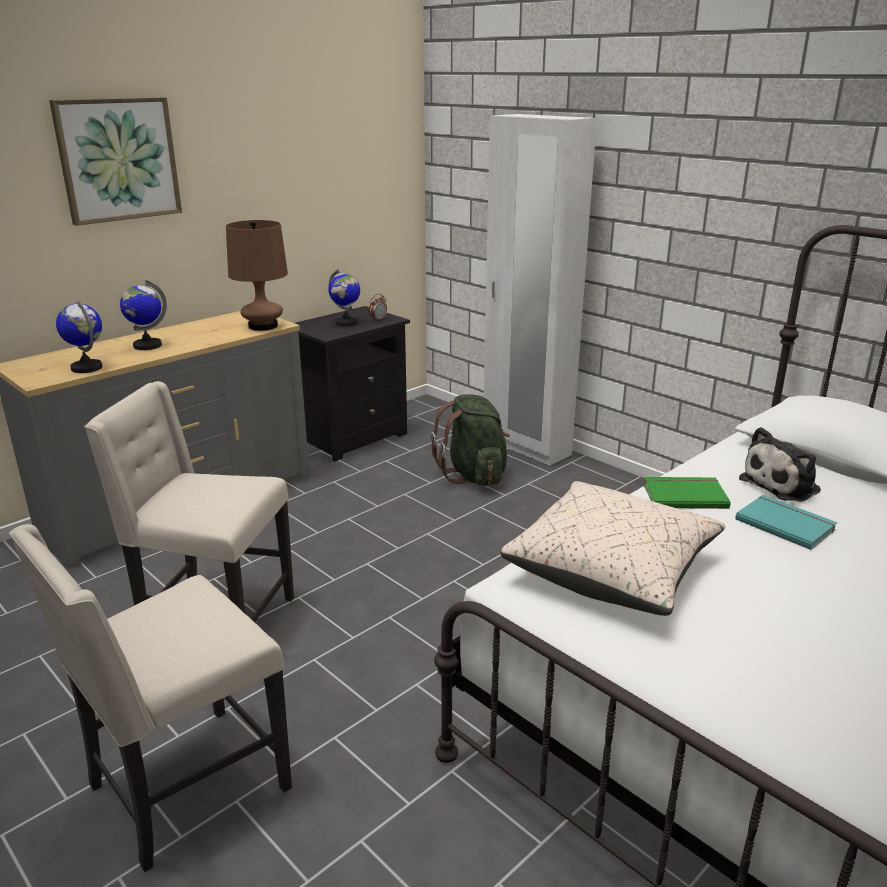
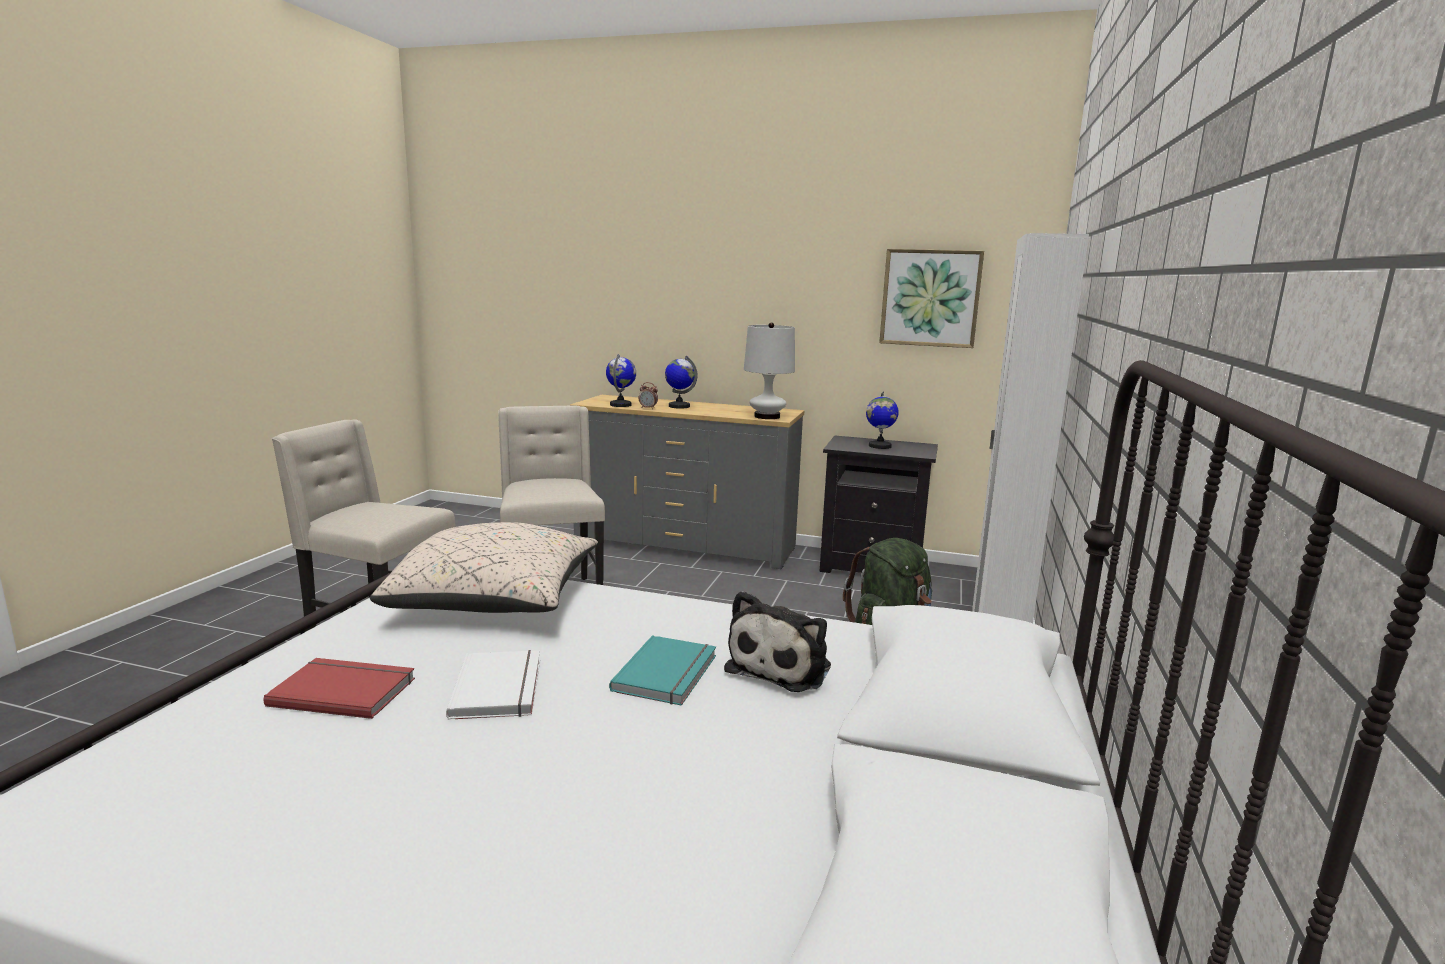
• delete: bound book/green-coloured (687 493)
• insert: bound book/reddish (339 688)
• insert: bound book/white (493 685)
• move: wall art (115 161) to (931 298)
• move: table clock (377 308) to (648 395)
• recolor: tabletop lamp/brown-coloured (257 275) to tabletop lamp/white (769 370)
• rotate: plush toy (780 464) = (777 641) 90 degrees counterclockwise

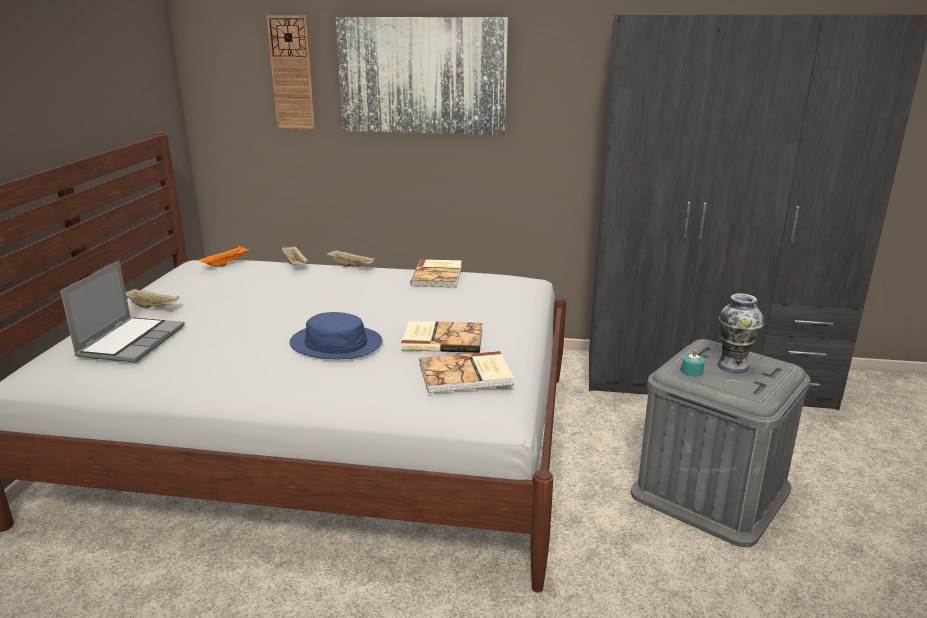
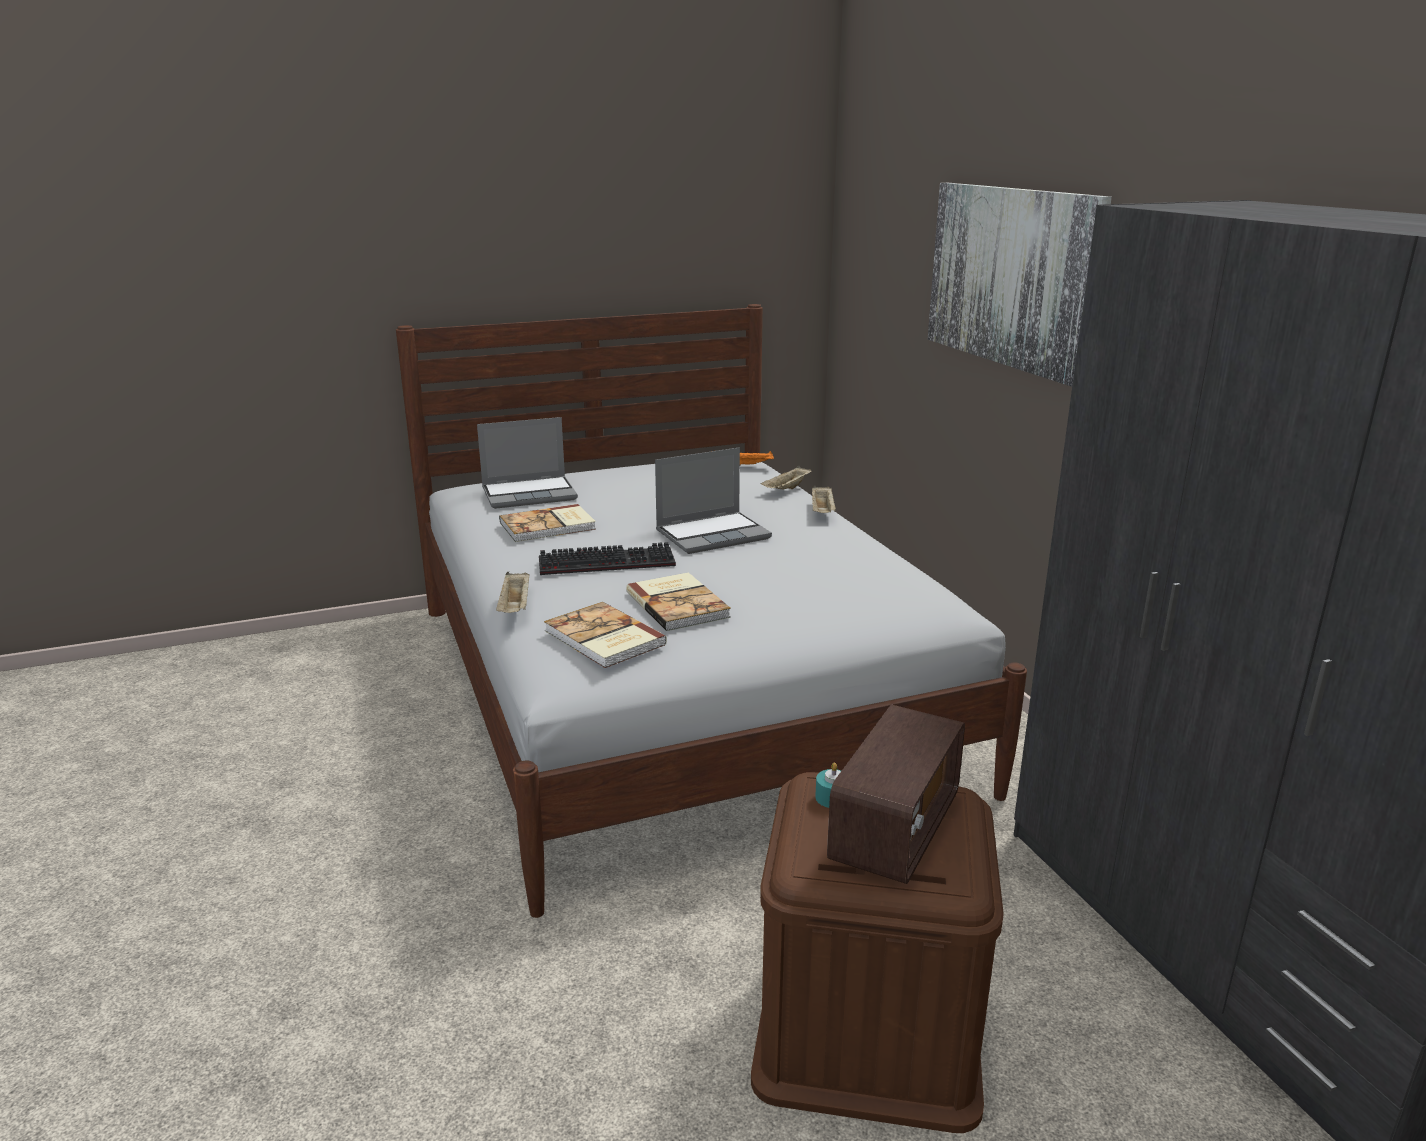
• delete: hanging clock (291 72)
• insert: portable computer (713 500)
• move: serving tray/beige-coloured (153 299) to (513 592)
• move: bound book (436 273) to (547 523)
• replace: hat/bluish (335 335) to PC keyboard (607 558)
• replace: decorative vase (740 333) to radio receiver (896 794)
• recolor: storage box/grey (721 443) to storage box/brown-coloured (877 952)

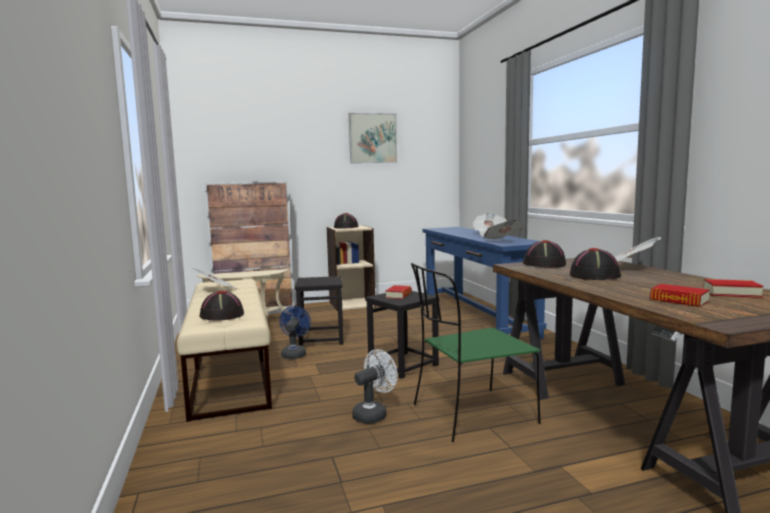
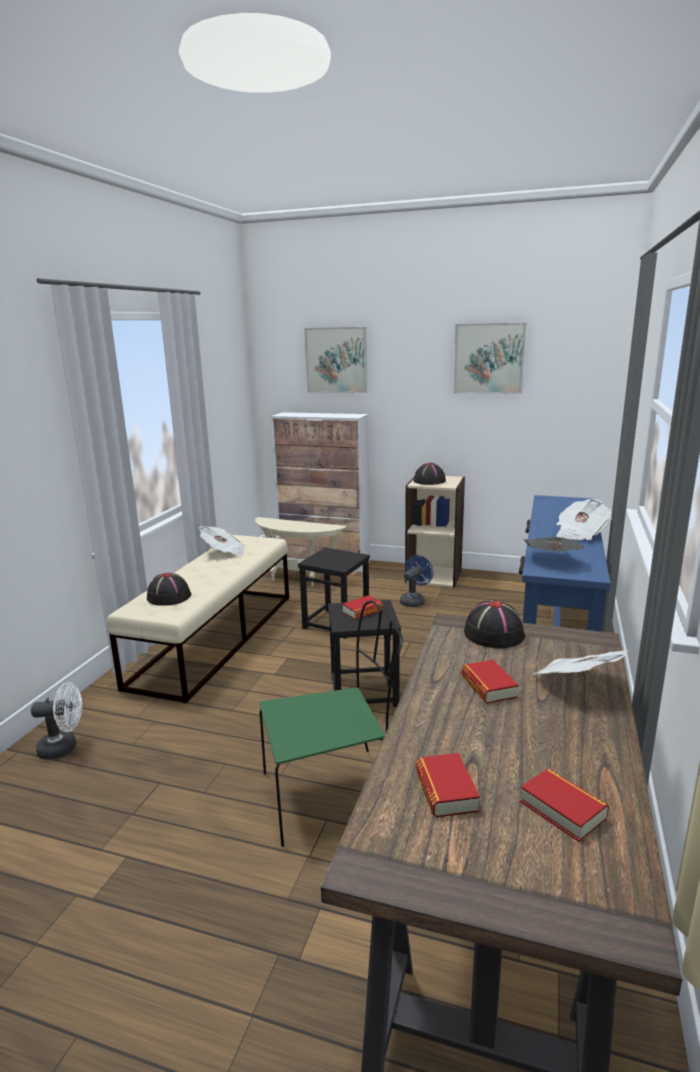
• insert: wall art (335 360)
• move: cooling fan/bluish (295 332) to (416 581)
• move: cooling fan/white (375 386) to (56 721)
• replace: hat/black-coloured (595 264) to bound book (490 681)
• rotate: plain chair/green-coloured (476 352) = (331 723) 150 degrees clockwise

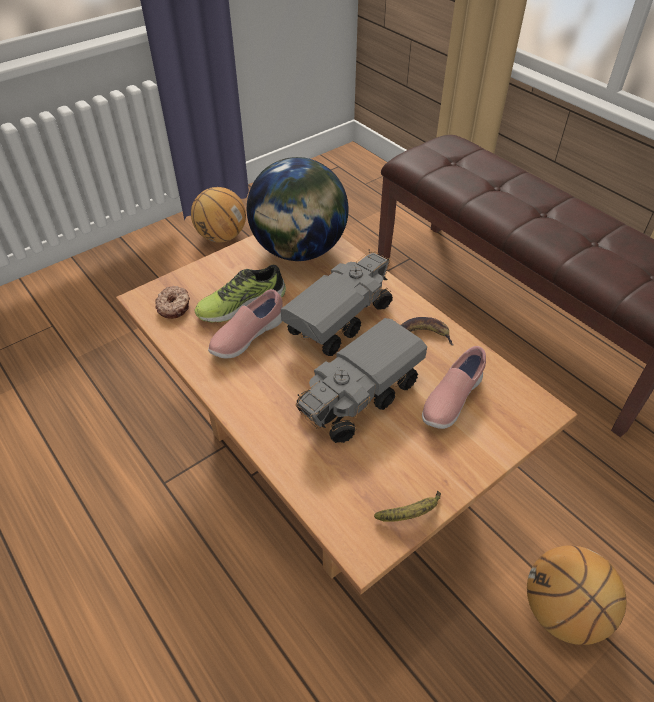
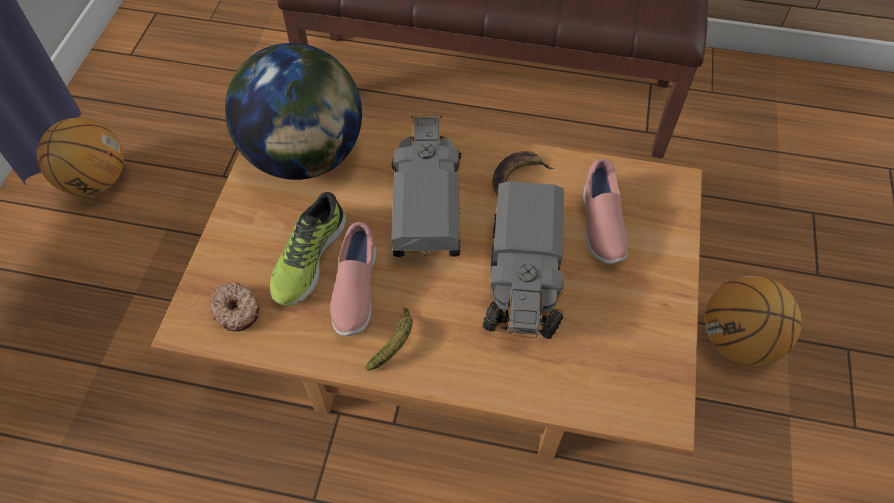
• move: whole banana (407 506) to (389 339)

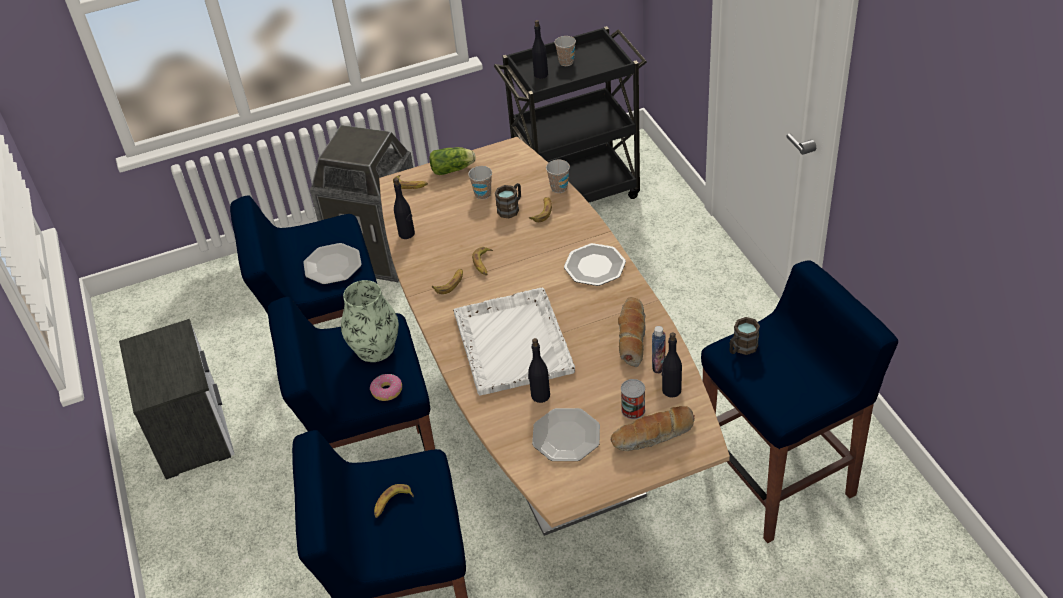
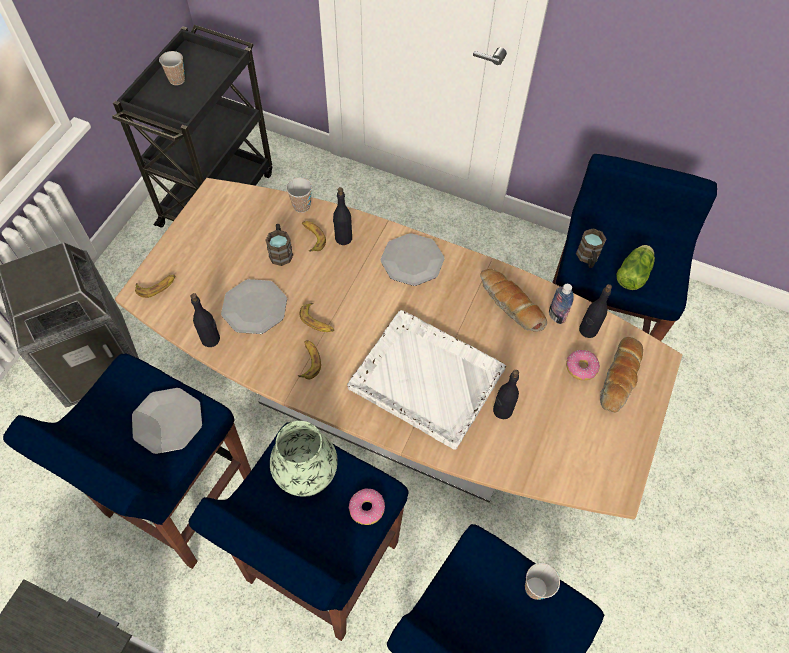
• delete: whole banana (394 501)
• move: lettuce head (452 161) to (635 267)
• move: drinking cup (480 182) to (542 581)
• move: beverage bottle/black-coloured (540 49) to (342 216)
• move: dinner plate (566 434) to (254 306)
• replace: sealed can (633 399) to ring doughnut (583 365)

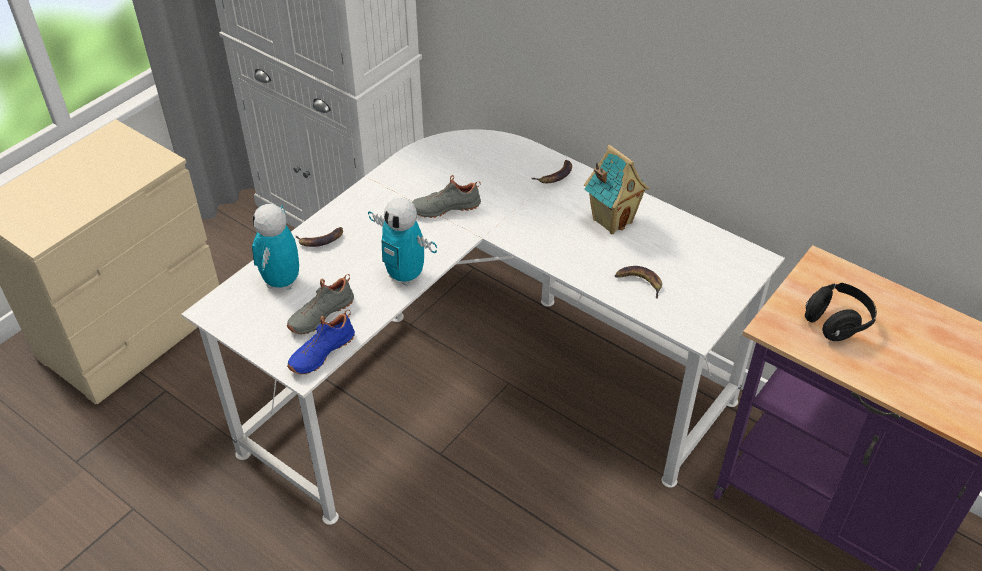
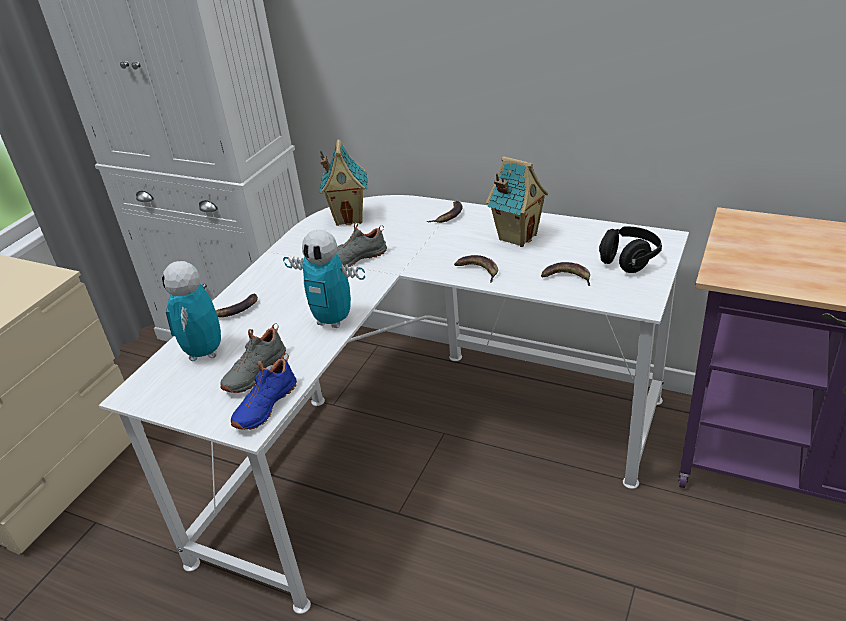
• insert: toy house (344 182)
• insert: whole banana (476 269)
• move: pair of headphones/black-coloured (841 312) to (630 249)

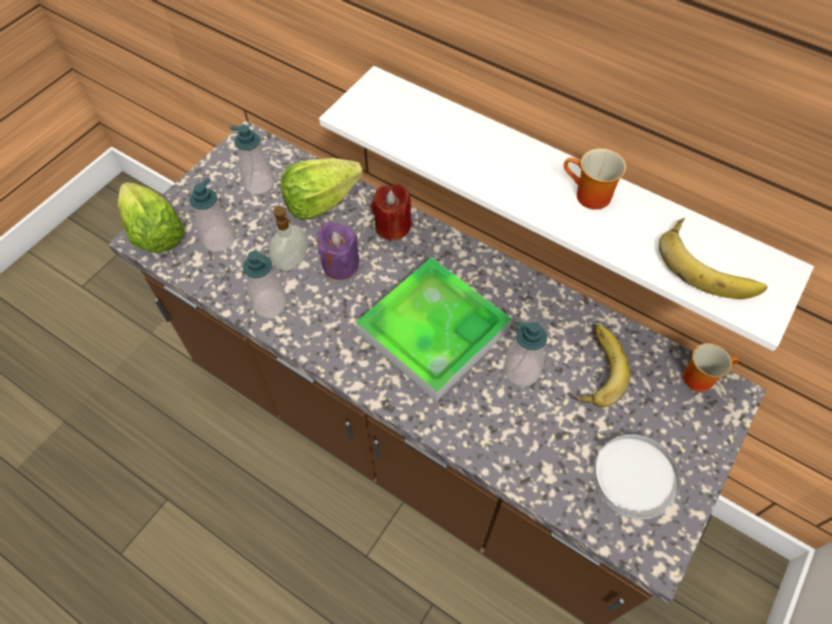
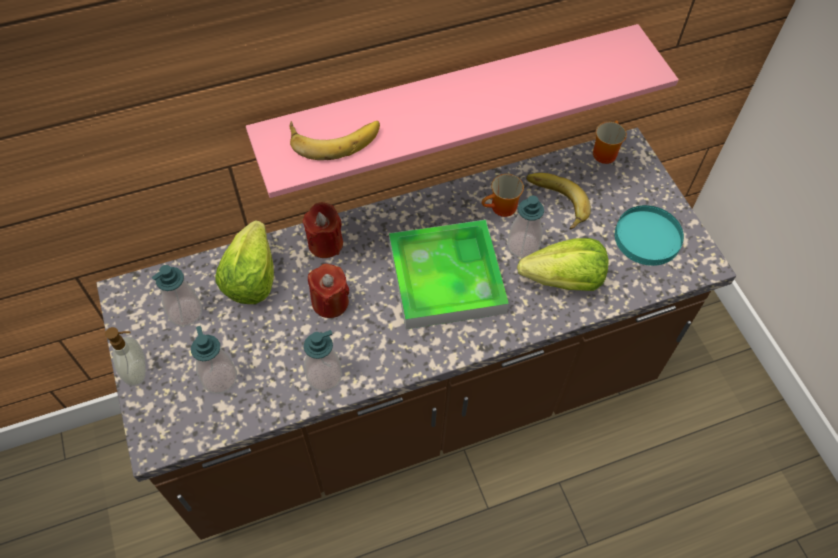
• move: lettuce head (151 217) to (562 264)
• move: liquid soap bottle (288 238) to (125 356)
• move: coffee mug (595 179) to (503 195)
• move: whole banana (713 258) to (334 140)
• recolor: candle/purple-coloured (338 251) to candle/reddish (328 291)
• recolor: wall shelf/white (566 208) to wall shelf/pink-coloured (462 111)
• recolor: dinner plate/white (637 476) to dinner plate/blue-green (649 235)

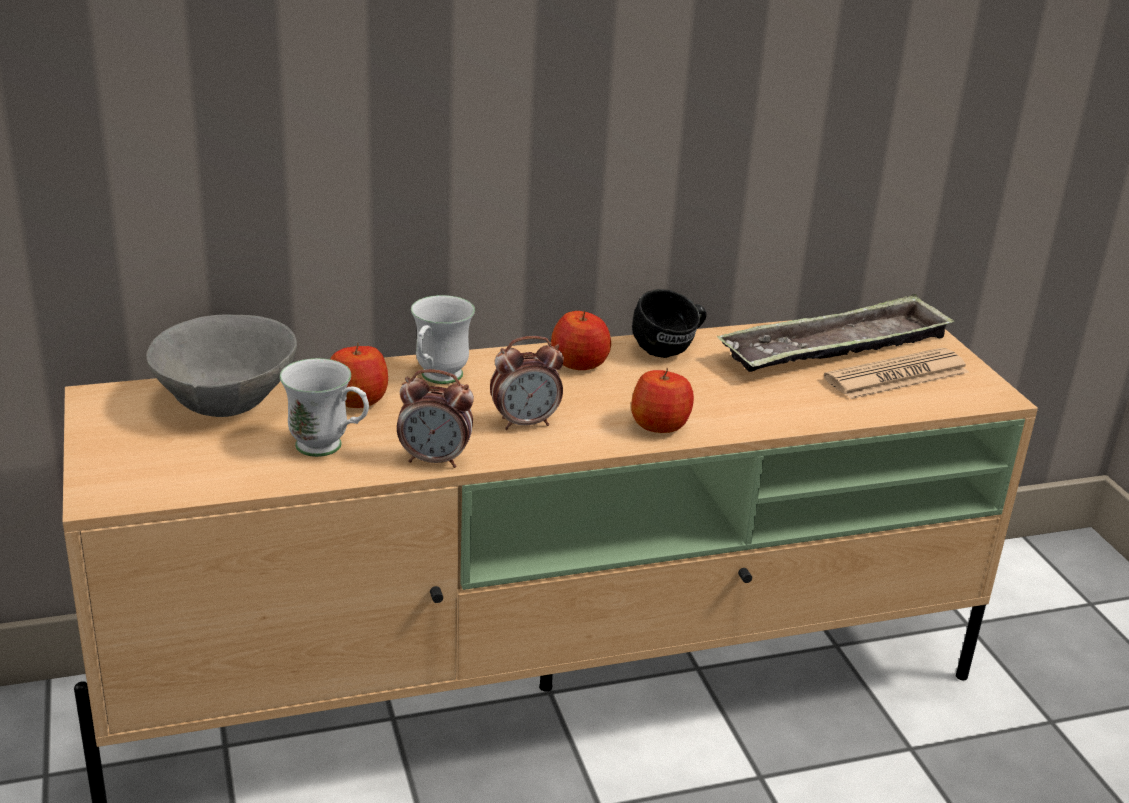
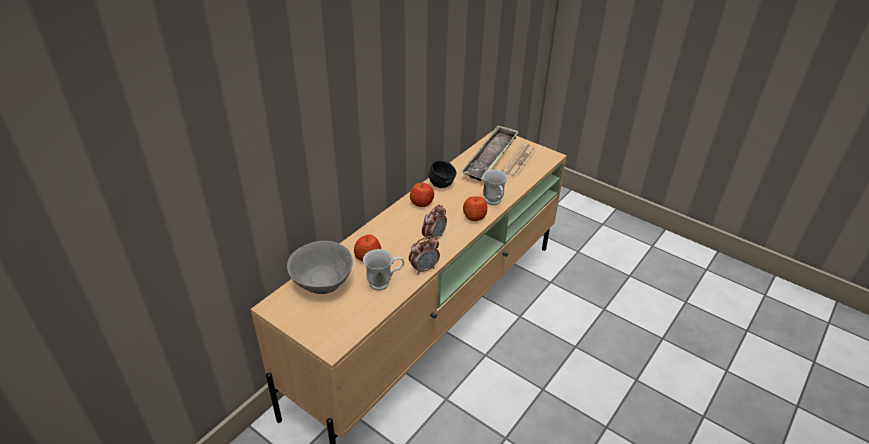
• move: coffee mug/white (443 339) to (495 187)

